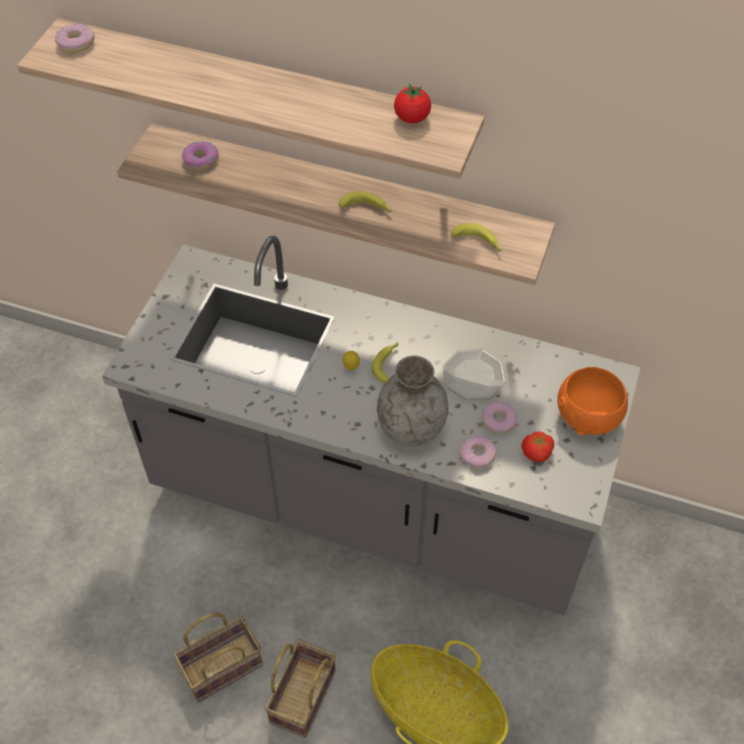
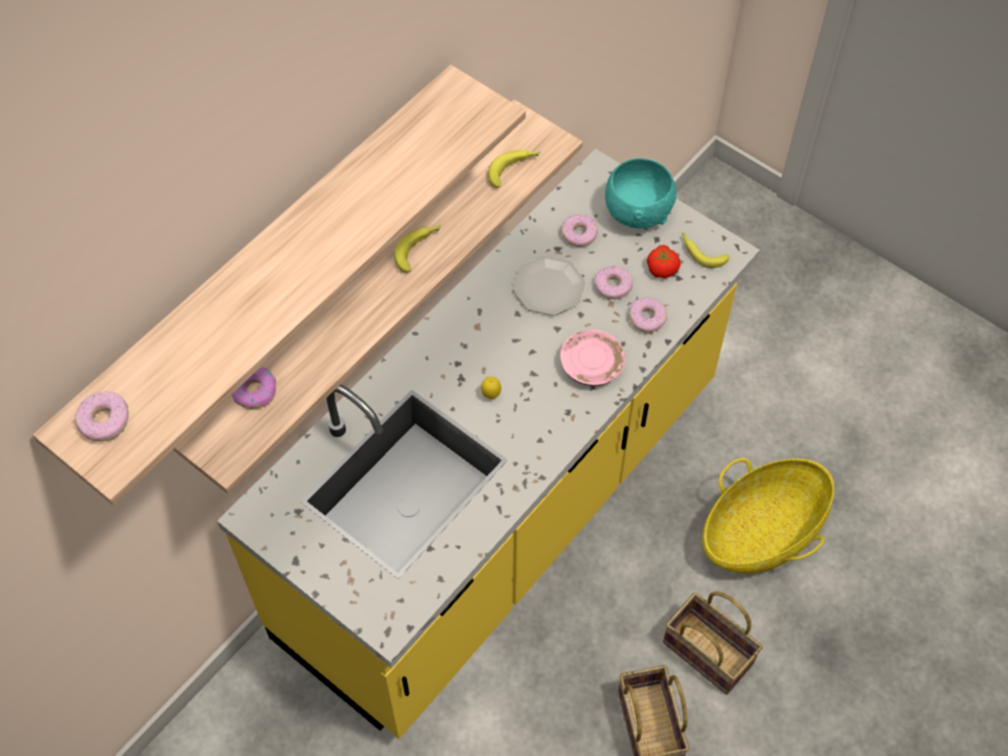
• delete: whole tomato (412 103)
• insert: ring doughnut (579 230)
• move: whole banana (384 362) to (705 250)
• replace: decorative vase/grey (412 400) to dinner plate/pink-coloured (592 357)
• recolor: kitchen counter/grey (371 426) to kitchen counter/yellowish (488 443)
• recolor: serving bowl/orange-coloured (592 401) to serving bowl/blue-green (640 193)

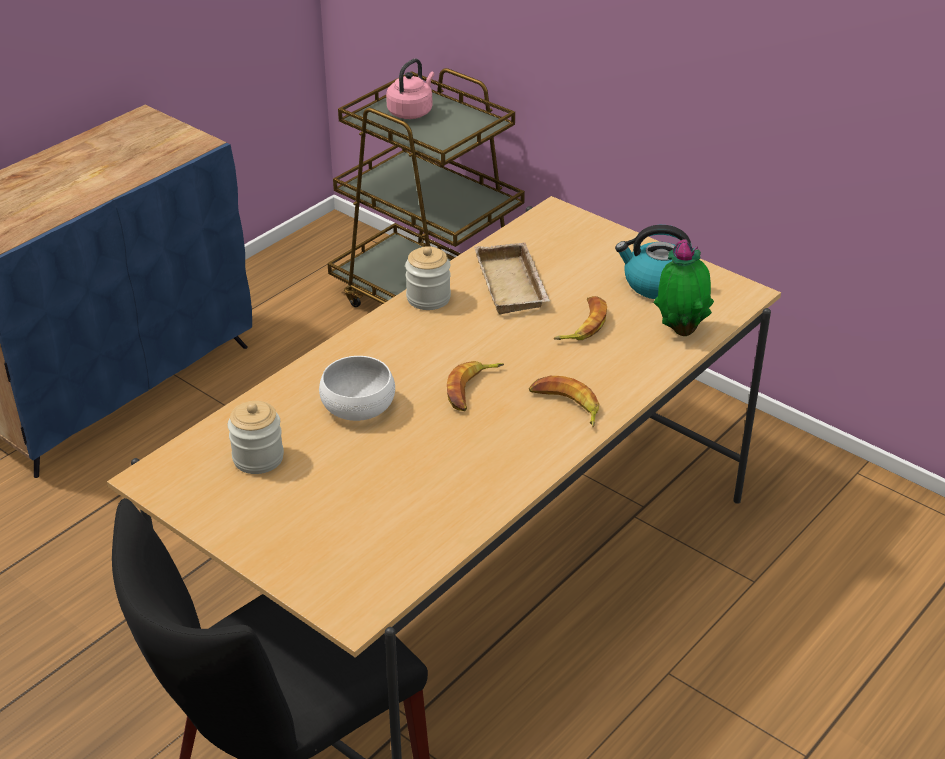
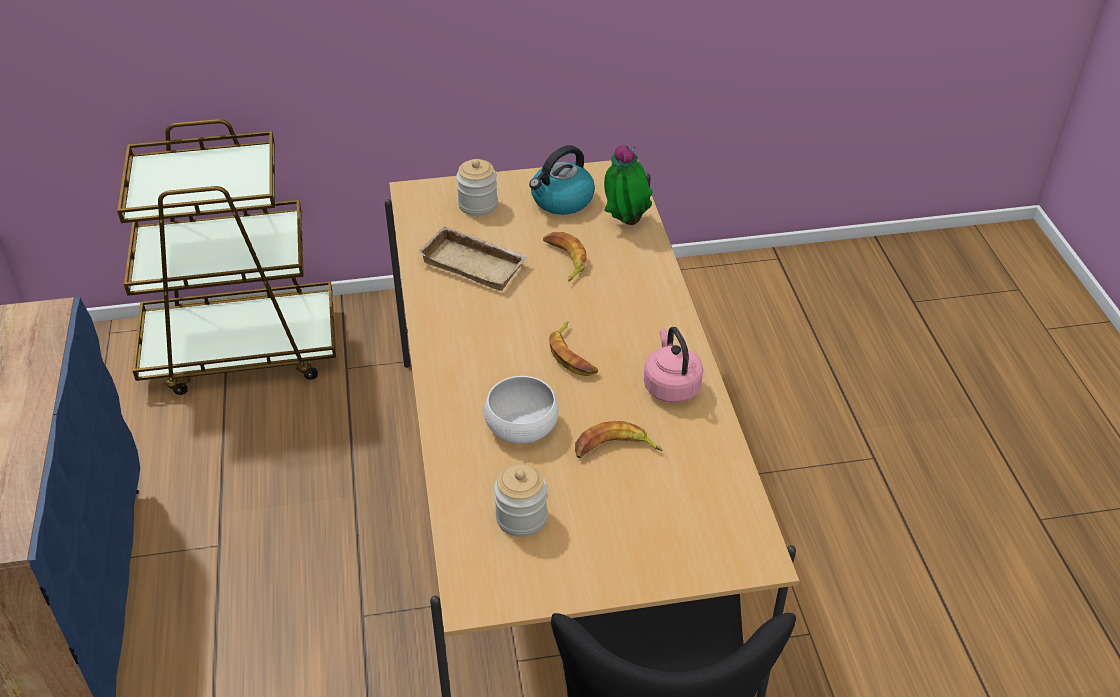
• move: tea kettle/pink-coloured (410 89) to (673 365)
• move: preserve jar (428 278) to (477 187)
• move: whole banana (564 401) to (619 439)

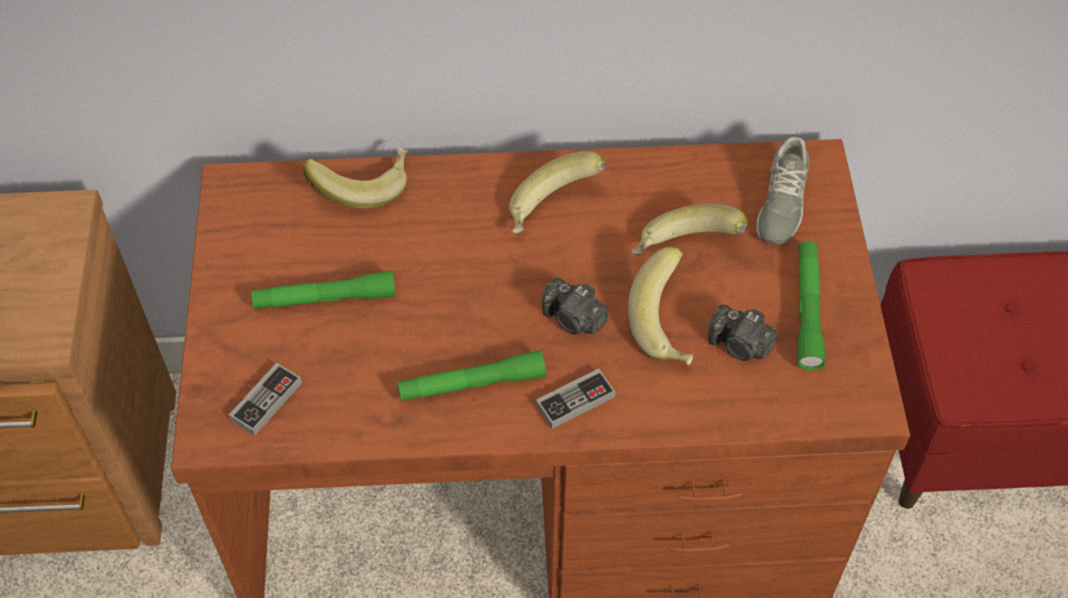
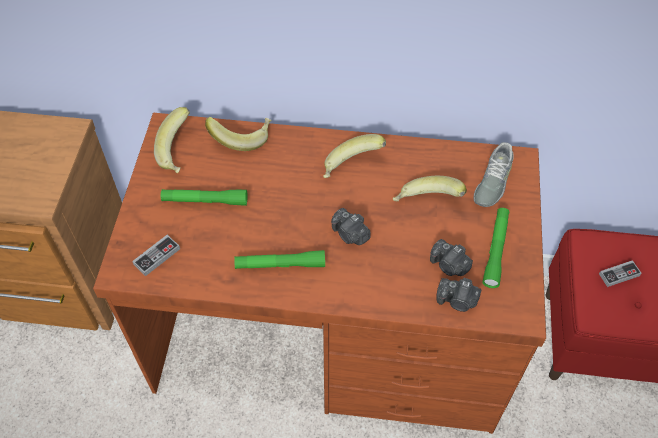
• insert: photo camera (458 295)
• move: joypad (575 398) to (620 273)
• move: whole banana (660 305) to (172 140)

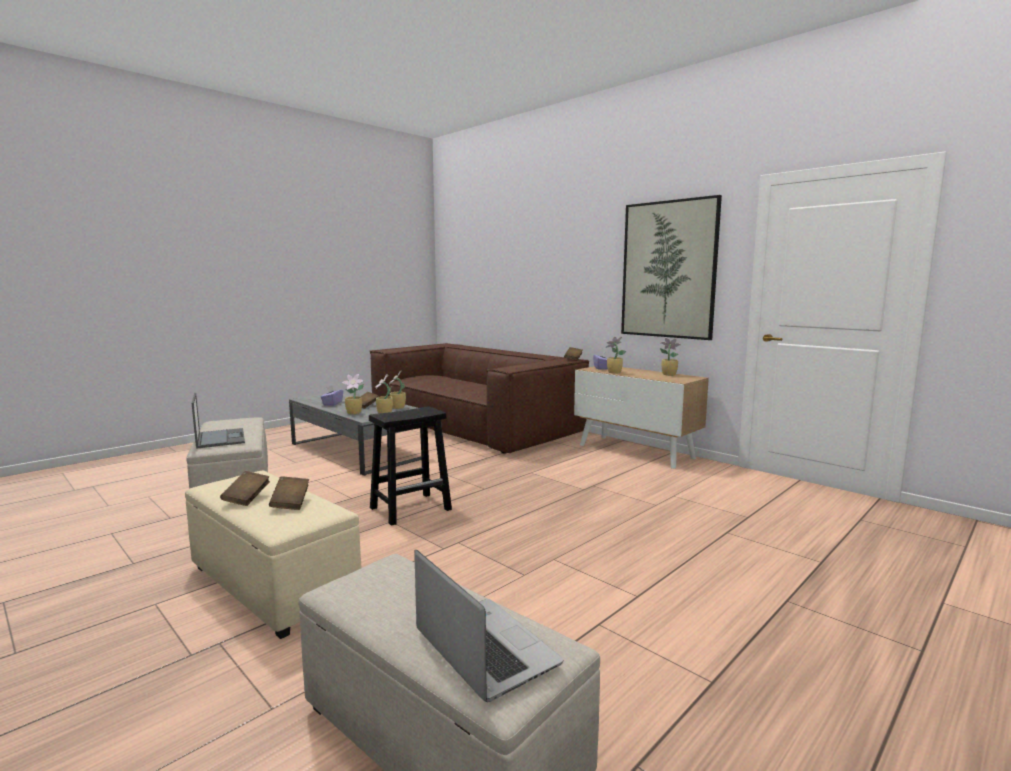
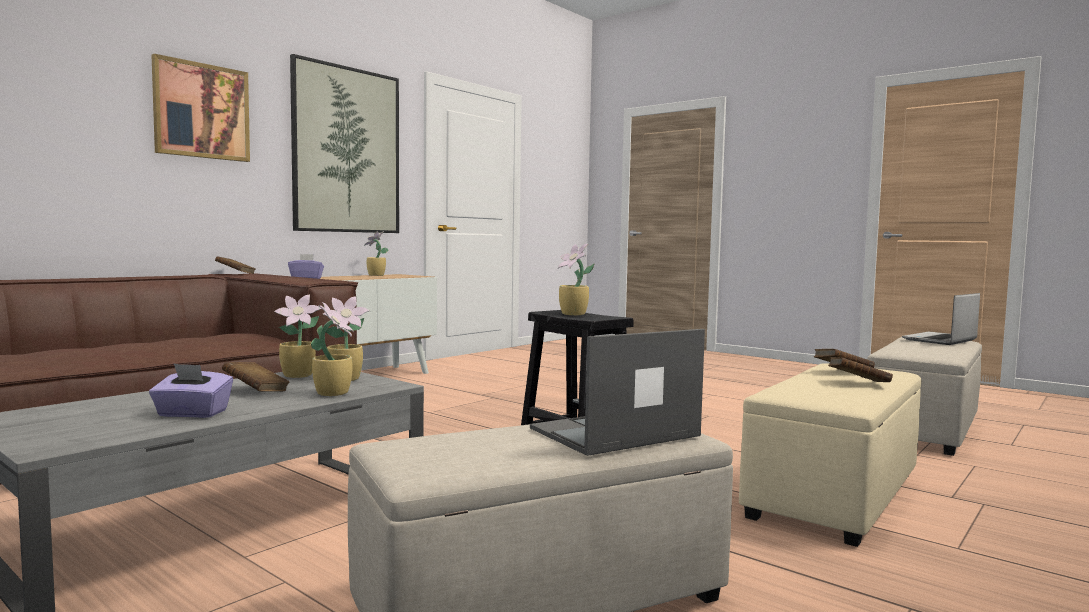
• insert: wall art (201 108)
• move: plant in a pot (616 355) to (576 279)

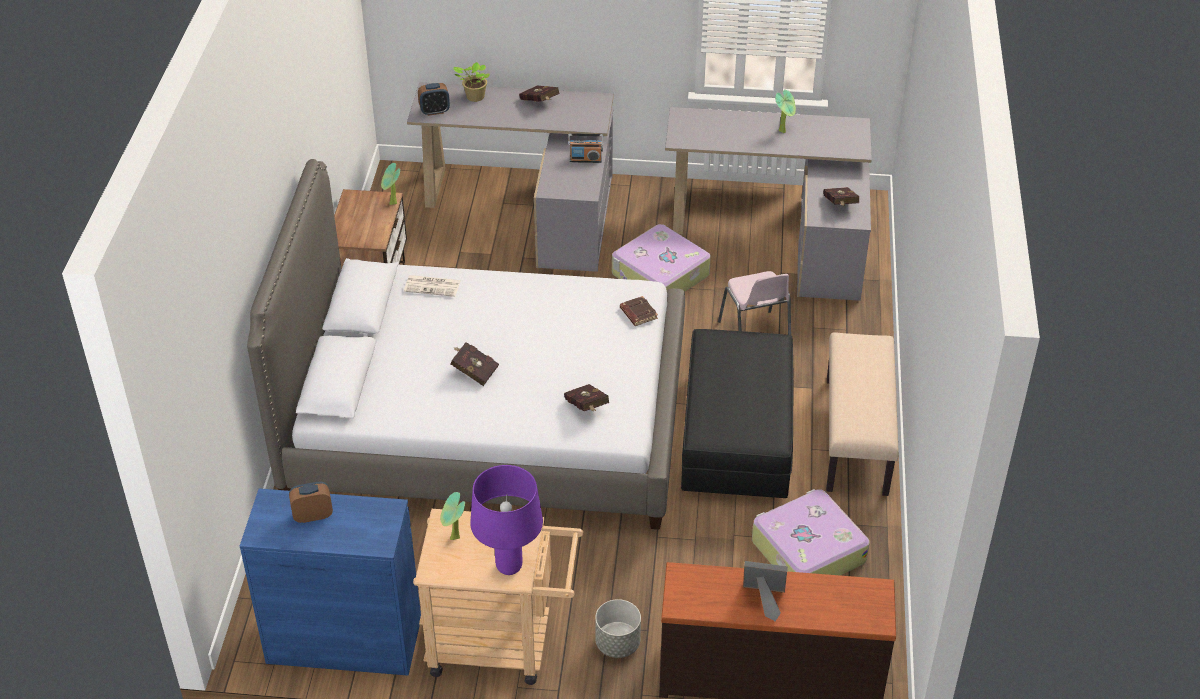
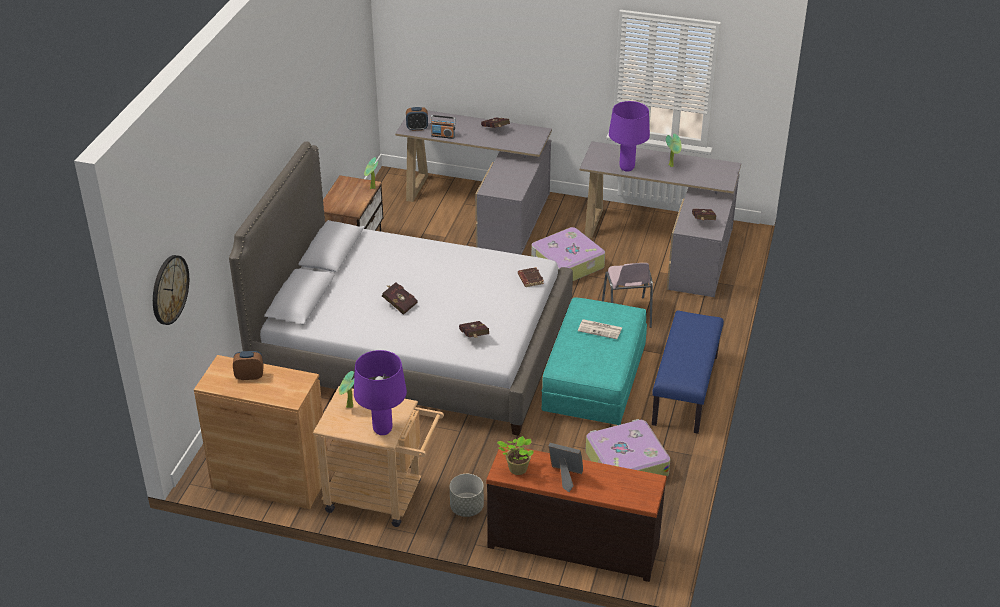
• insert: hanging clock (171 290)
• insert: tabletop lamp/purple-coloured (629 136)
• move: daily paper (432 286) to (600 329)
• move: plant in a pot (471 82) to (515 455)
• move: radio receiver (585 148) to (443 127)
• recolor: cupboard/bluish (330 582) to cupboard/brown-coloured (261 432)
• recolor: footrest/black-coloured (737 413) to footrest/blue-green (594 361)
• recolor: long seat/beige-coloured (862 414) to long seat/bluish (688 372)

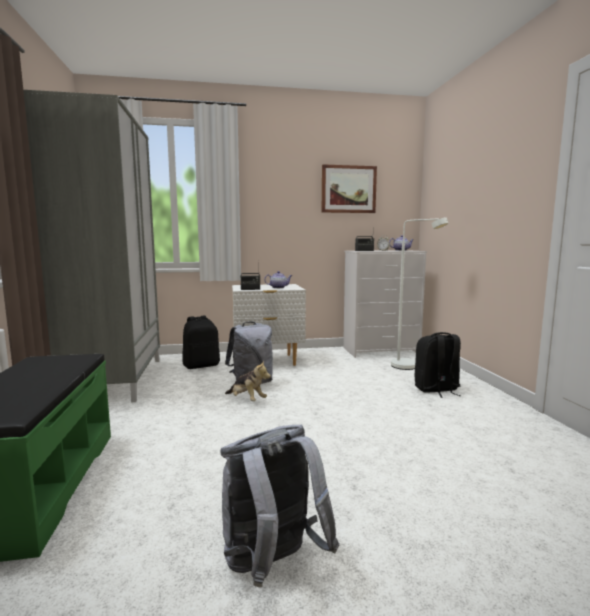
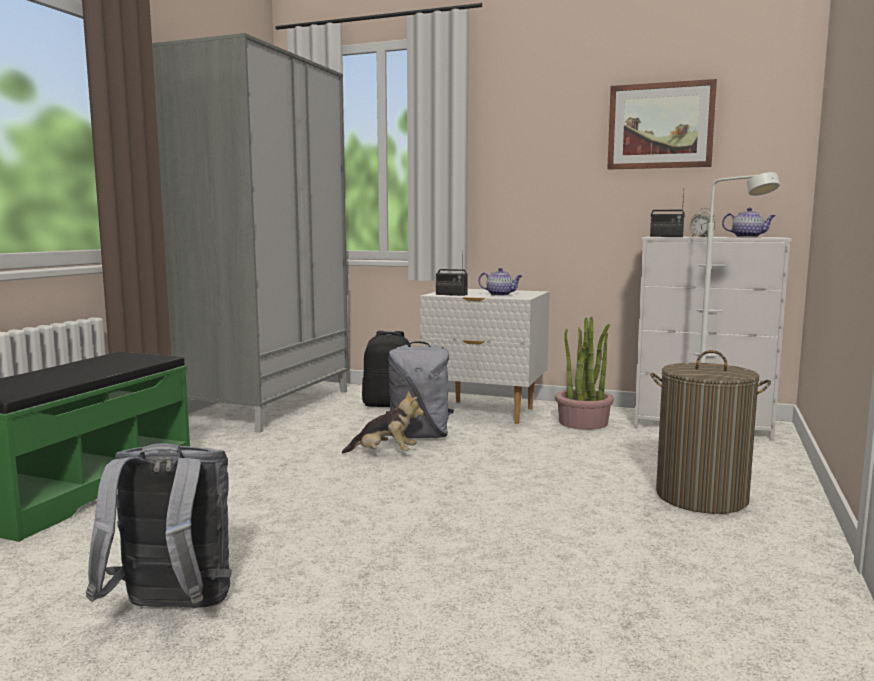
• insert: plant in a pot (584 373)
• replace: rucksack/black-coloured (438 365) to laundry basket (710 432)
• rotate: plush toy (248 380) = (383 423) 60 degrees counterclockwise

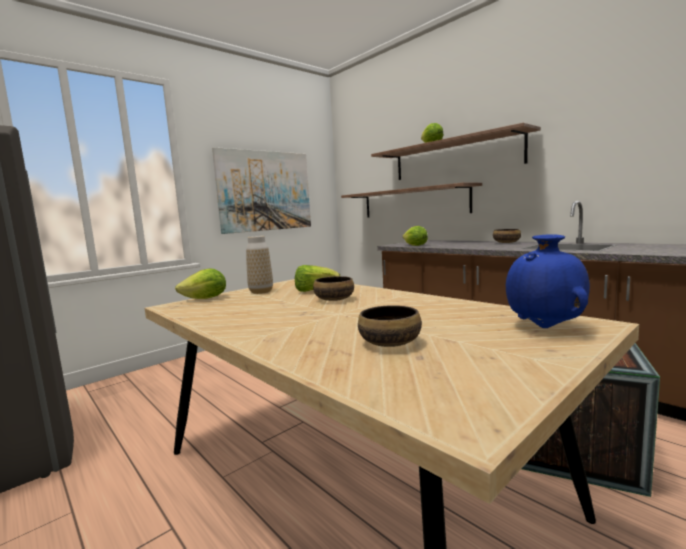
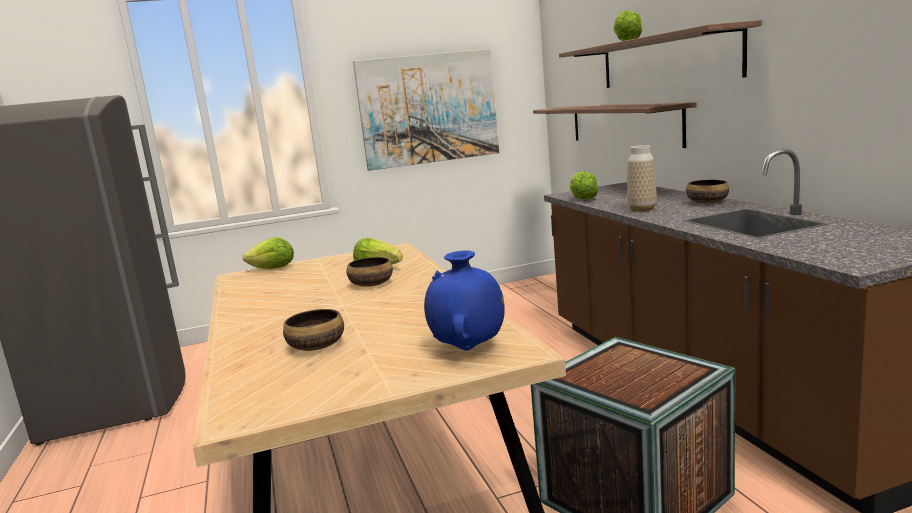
• move: decorative vase (259 265) to (642 178)

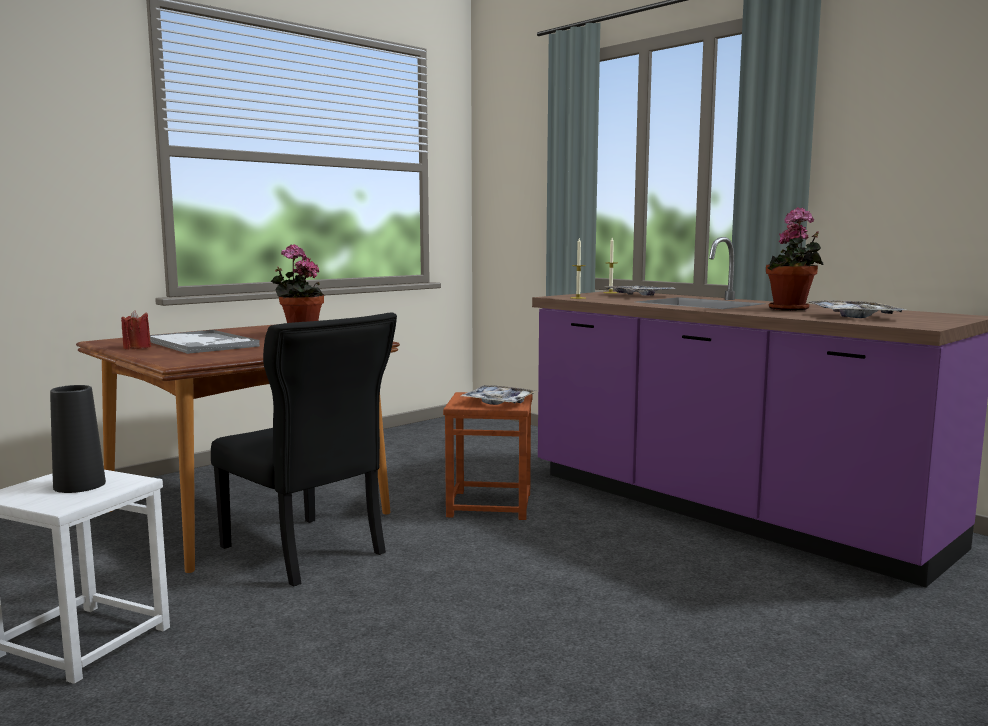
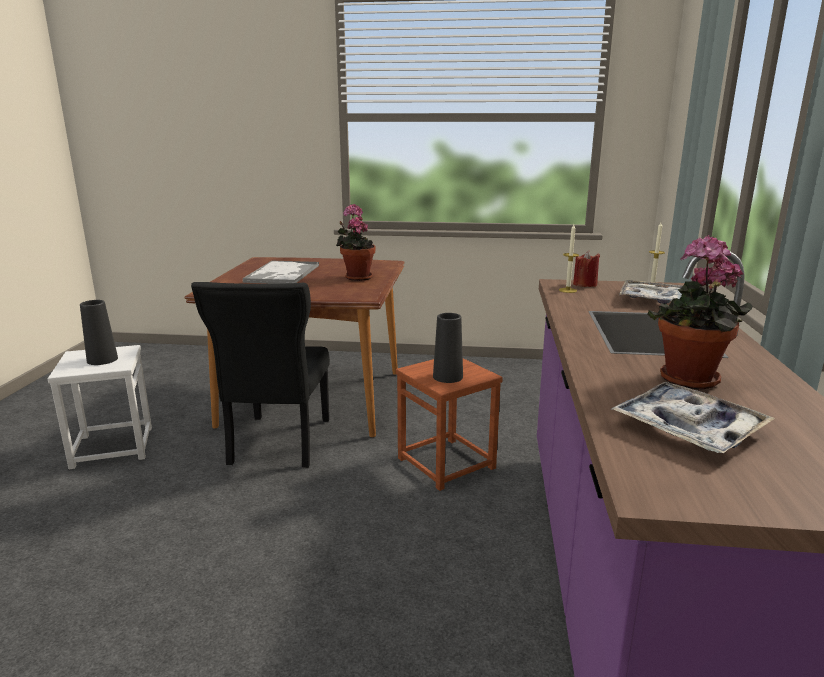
• move: candle/reddish (136 329) to (586 269)
• replace: serving tray (498 395) to decorative vase/black-coloured (448 348)

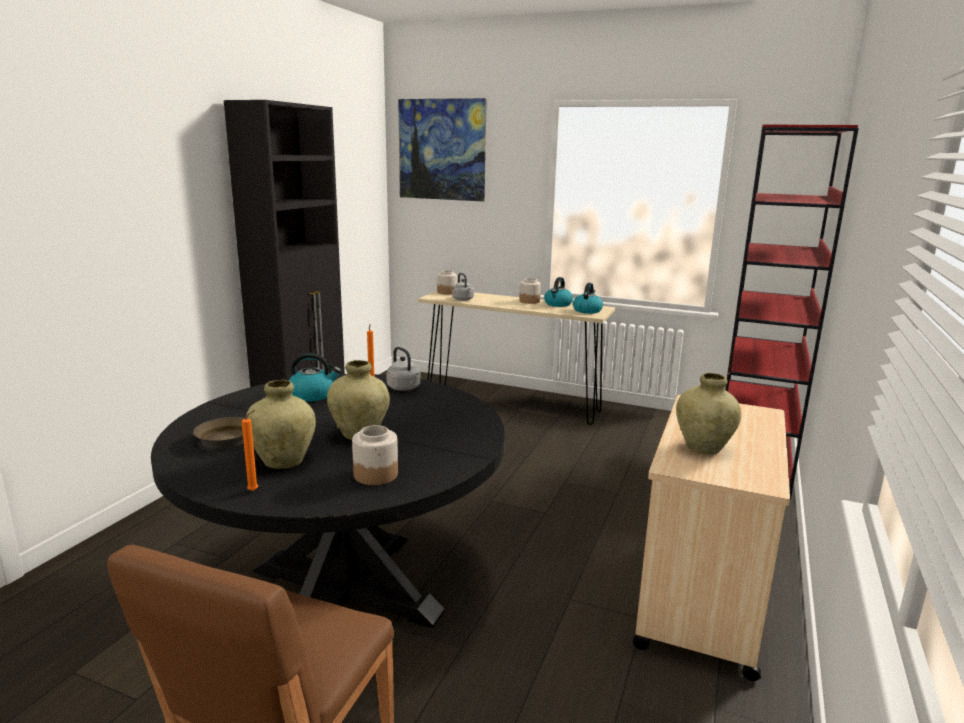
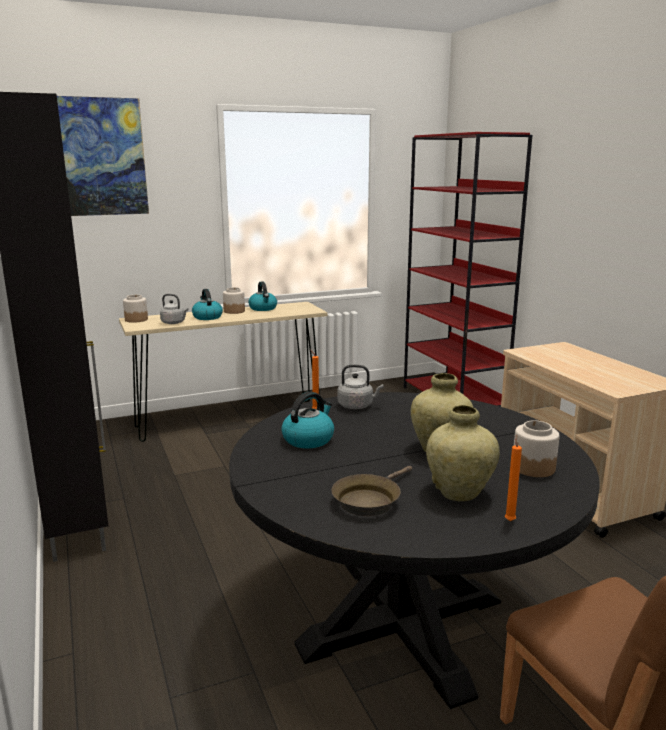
• delete: decorative vase/beige-coloured (708 414)
• move: tea kettle (588 298) to (207 304)

